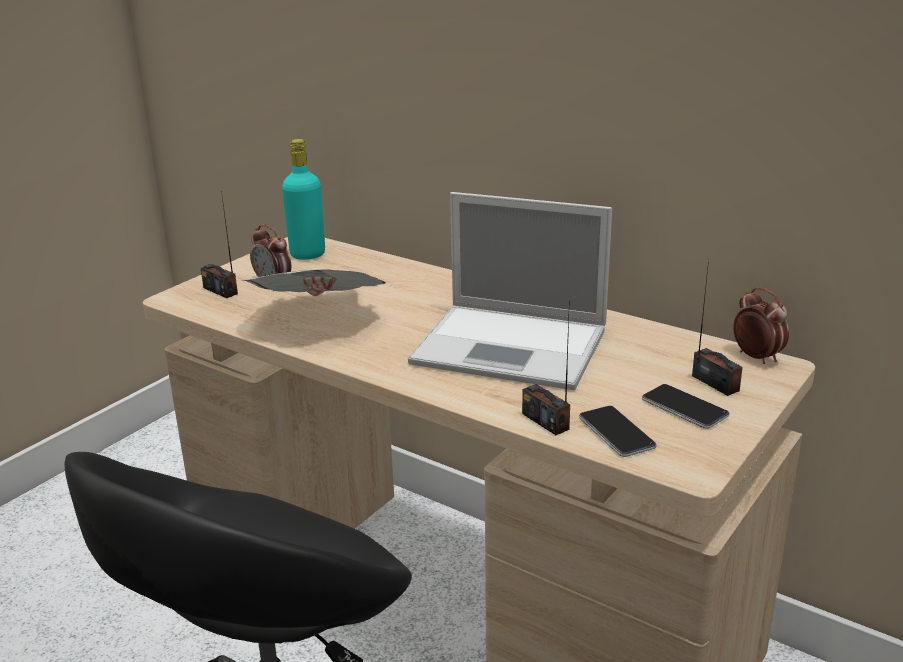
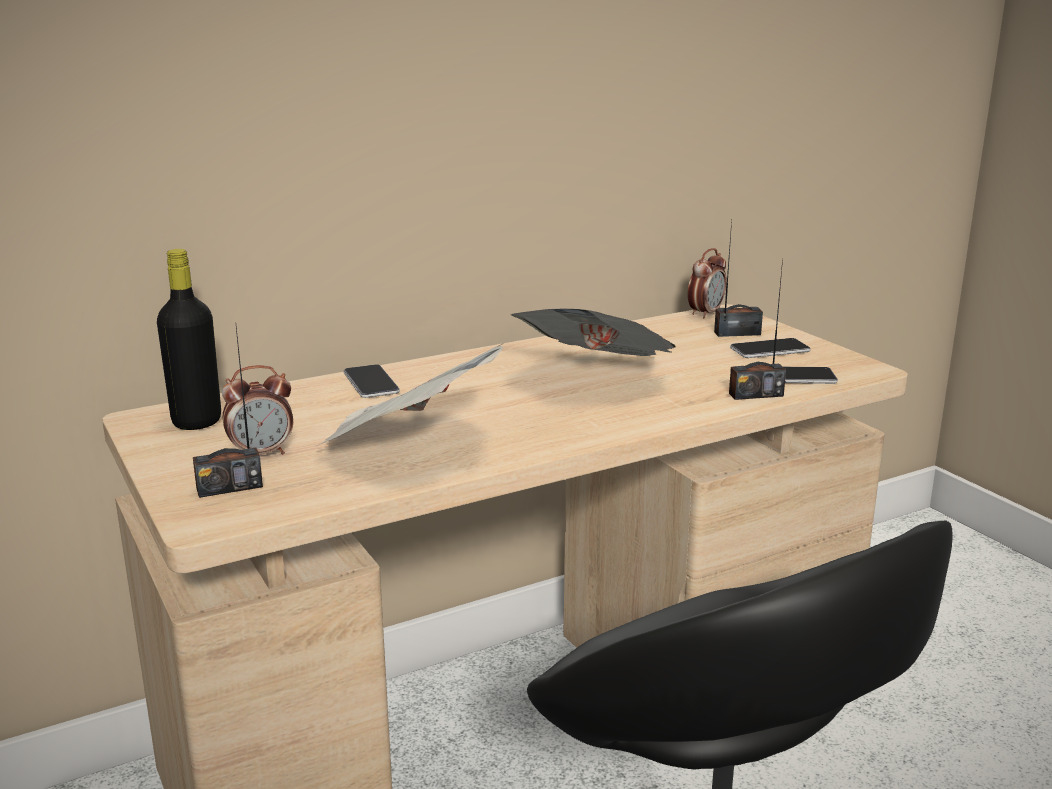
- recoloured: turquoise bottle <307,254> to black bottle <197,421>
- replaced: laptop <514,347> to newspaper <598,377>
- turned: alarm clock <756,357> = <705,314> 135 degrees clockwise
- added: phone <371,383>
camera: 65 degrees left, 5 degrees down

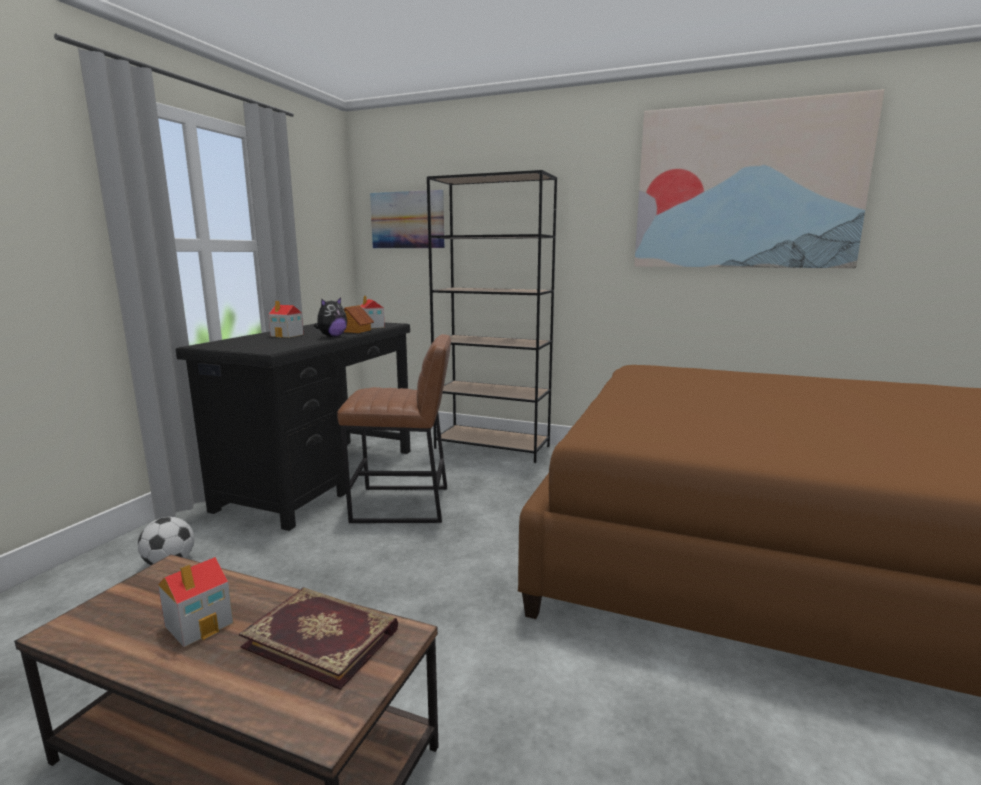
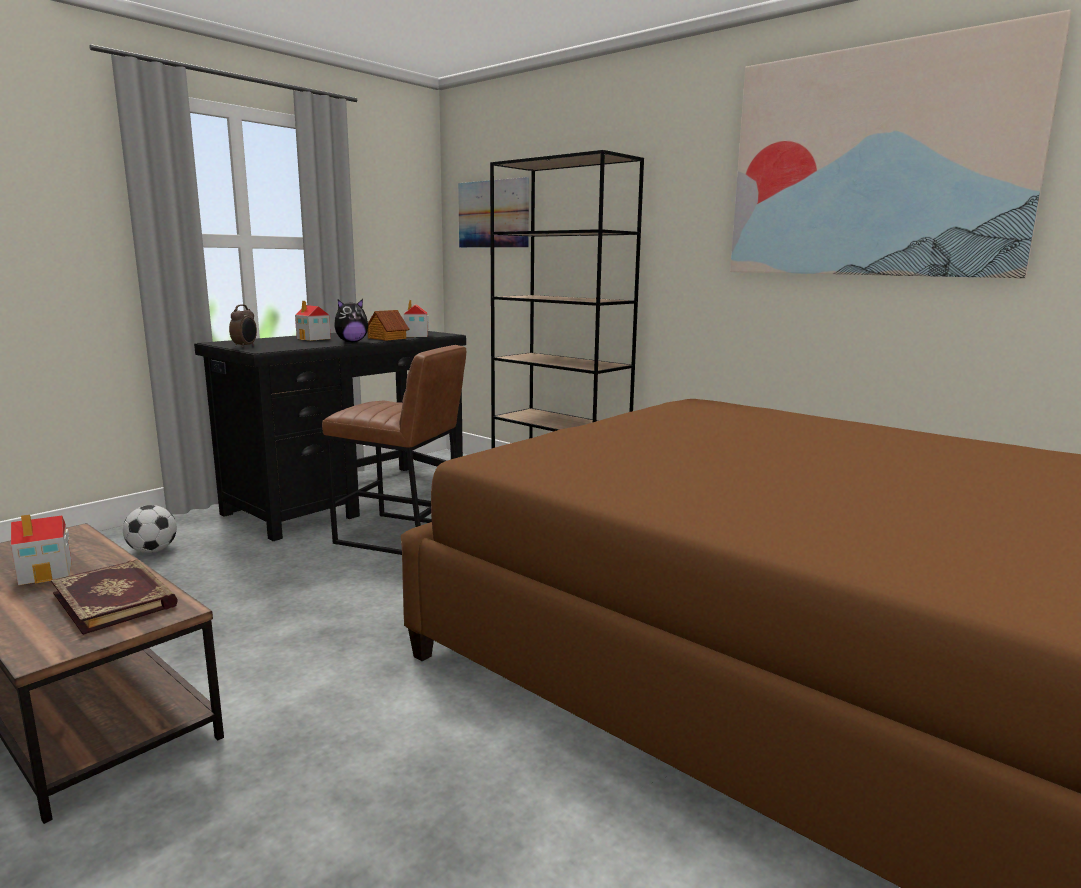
- added: alarm clock <245,346>
camera: 20 degrees right, 0 degrees up

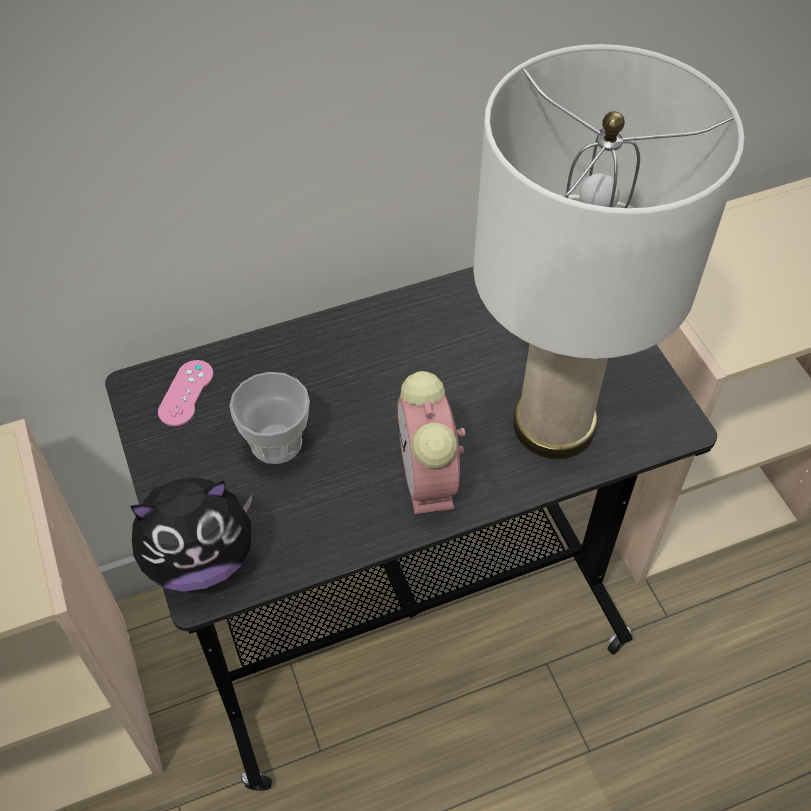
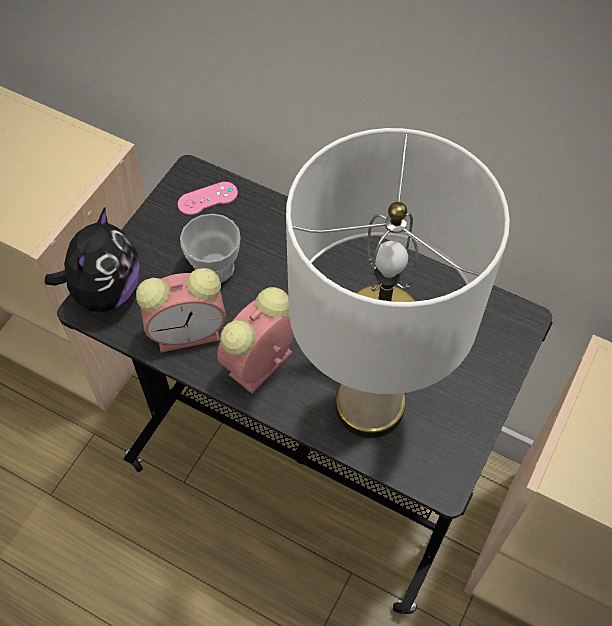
- turned: plush toy <200,559> = <105,291> 105 degrees counterclockwise
- added: alarm clock <190,332>
camera: 50 degrees right, 5 degrees up

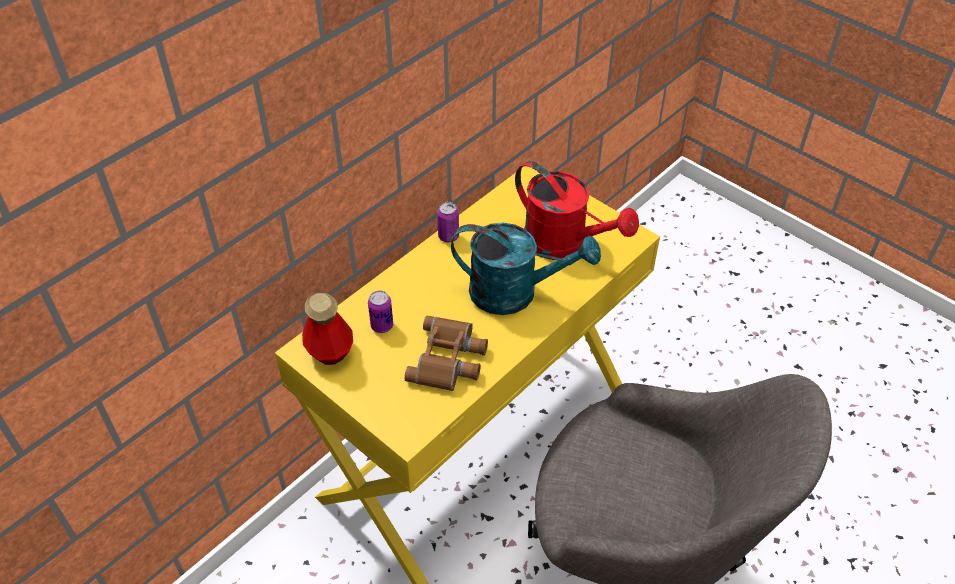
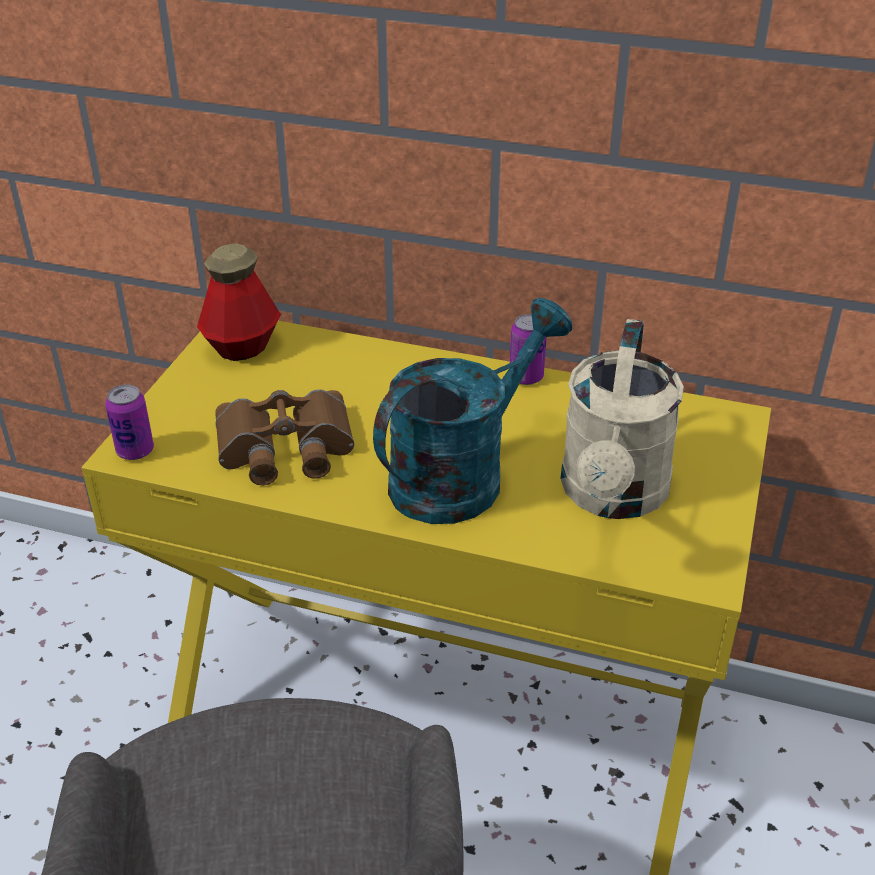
- recoloured: red watering can <565,244> to beige watering can <613,496>
- turned: turquoise watering can <515,293> = <461,474> 120 degrees counterclockwise
- moved: can <382,326> to <135,451>
camera: 65 degrees right, 10 degrees down

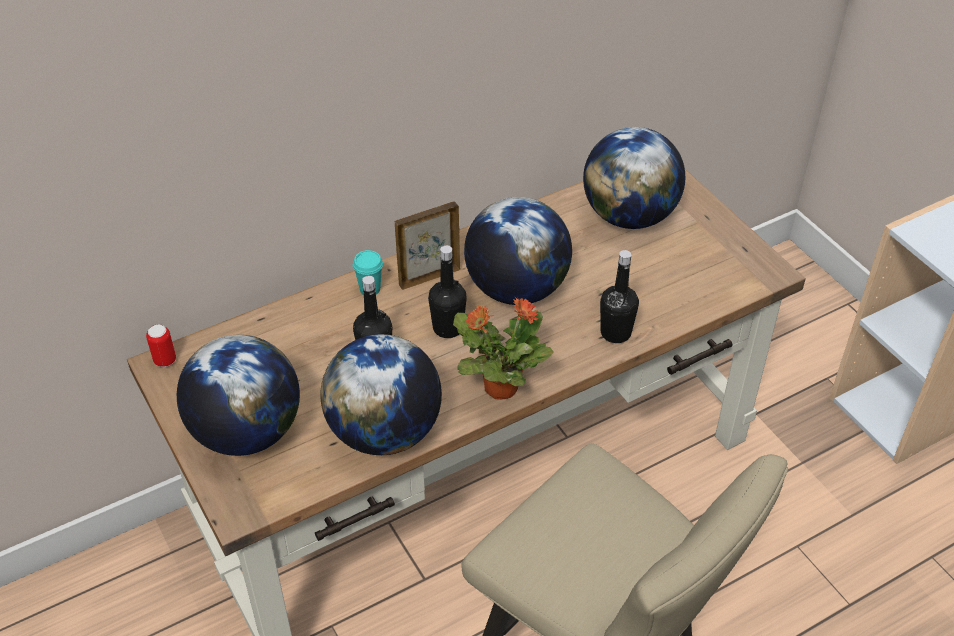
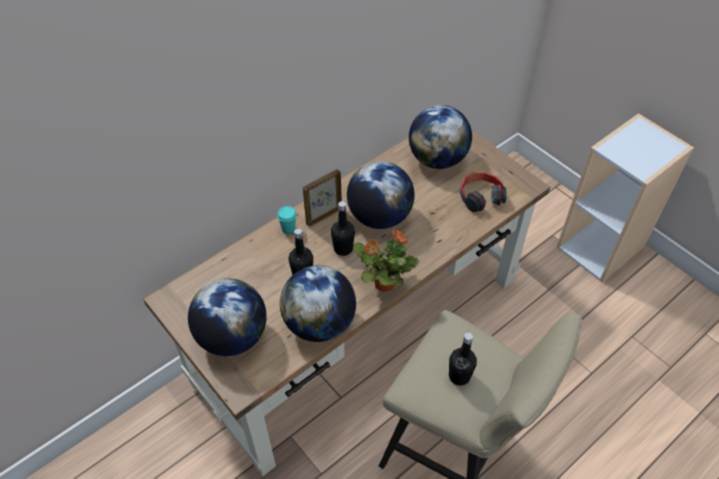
- moved: black bottle <615,333> to <459,376>
- removed: can <165,360>
- added: headphones <480,196>
camera: 10 degrees left, 5 degrees up

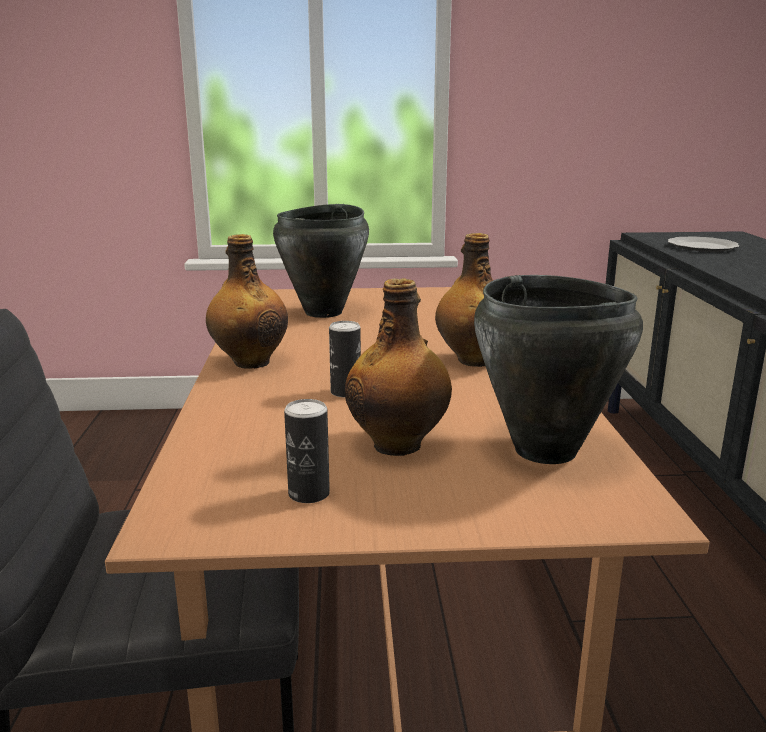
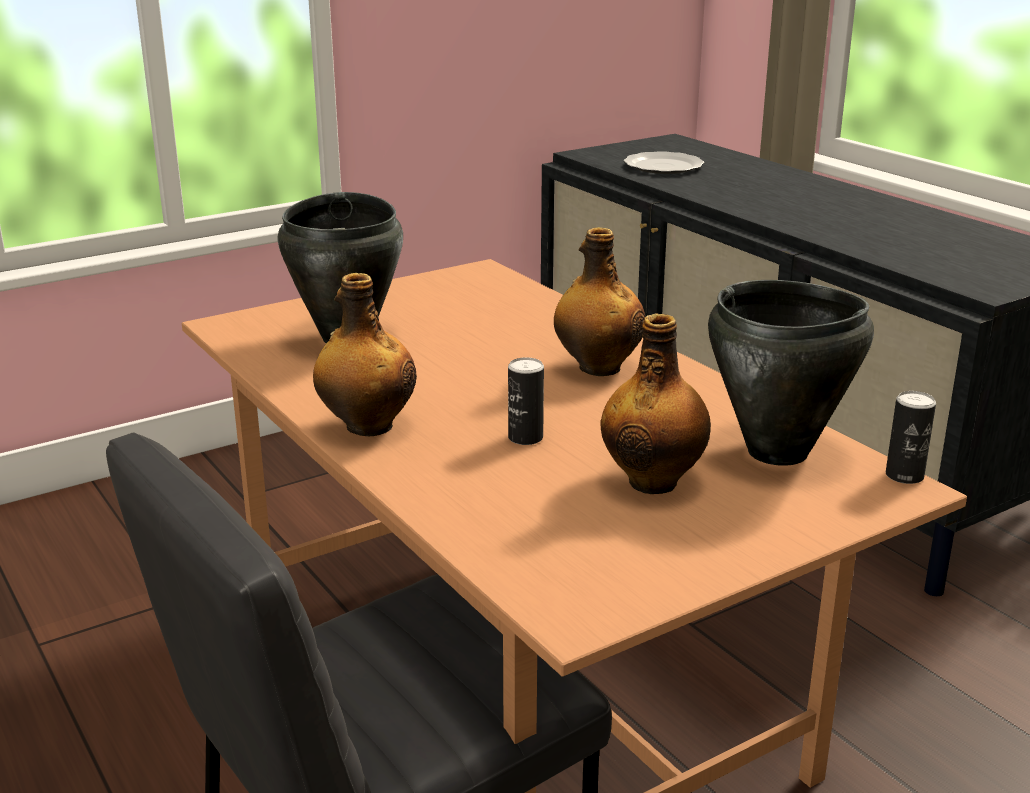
- moved: can <309,494> to <904,475>
camera: 30 degrees left, 5 degrees up

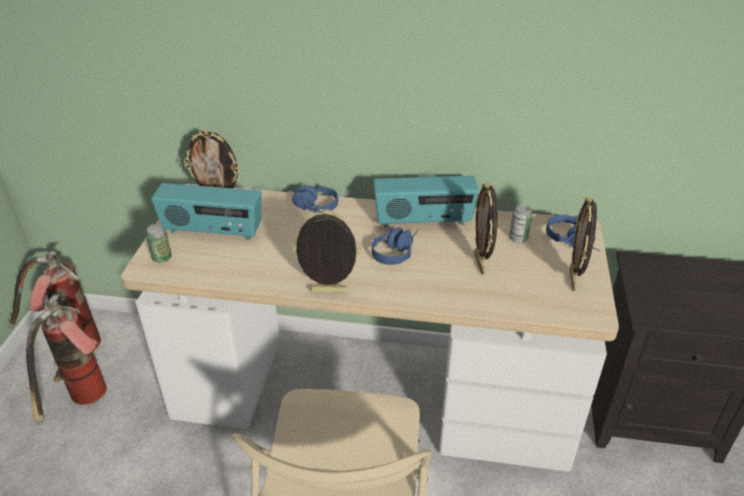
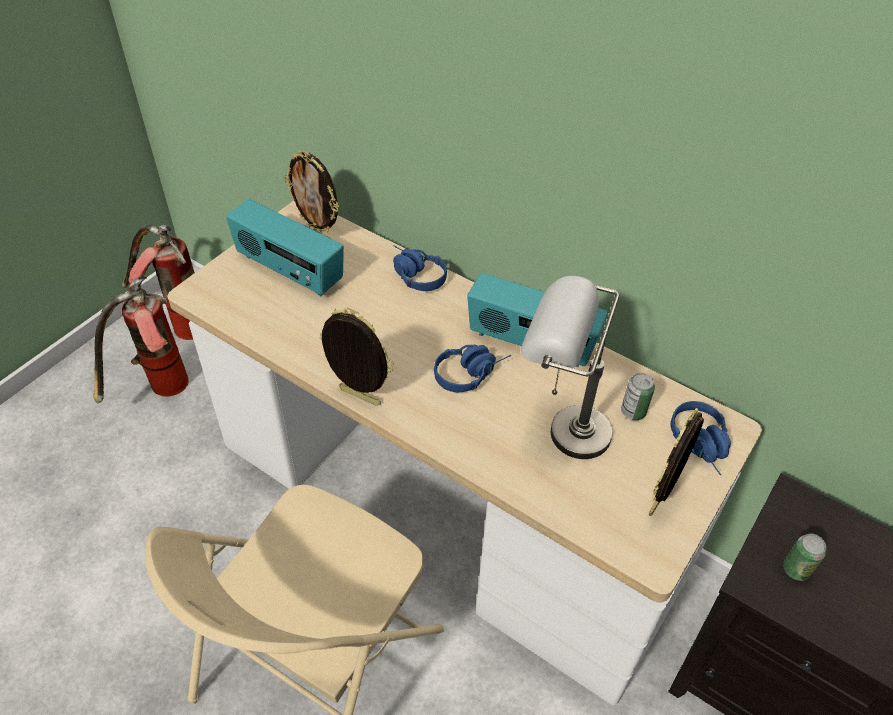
- replaced: picture frame <480,264> to grey table lamp <559,429>
- moved: can <162,258> to <796,569>
camera: 25 degrees right, 10 degrees up

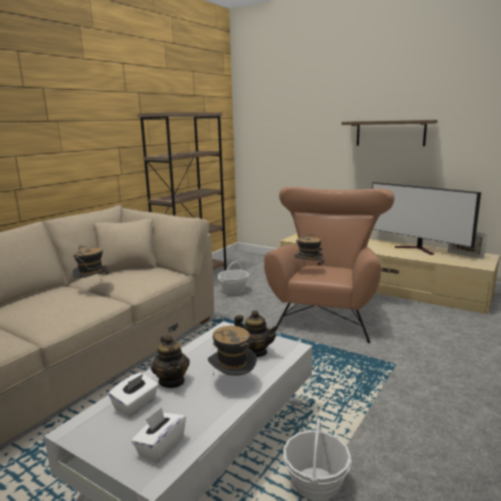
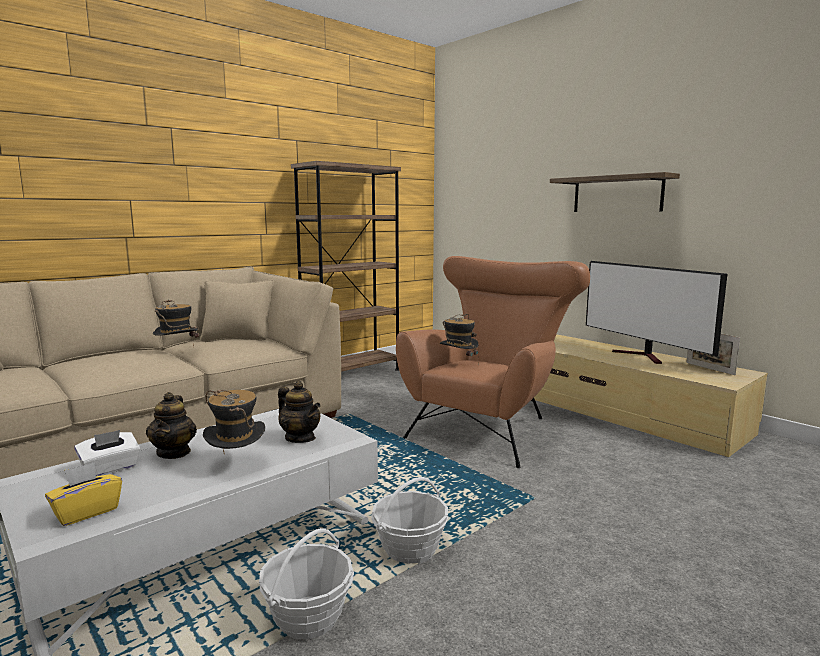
- moved: basket <233,291> to <410,549>
- recoloured: white tissue box <160,447> to yellow tissue box <86,512>
camera: 15 degrees right, 5 degrees down

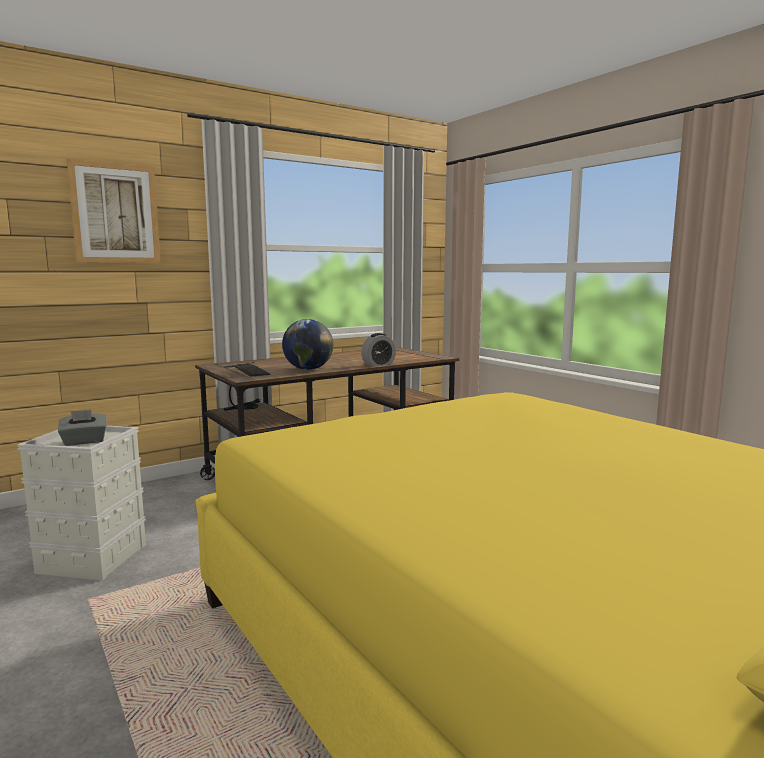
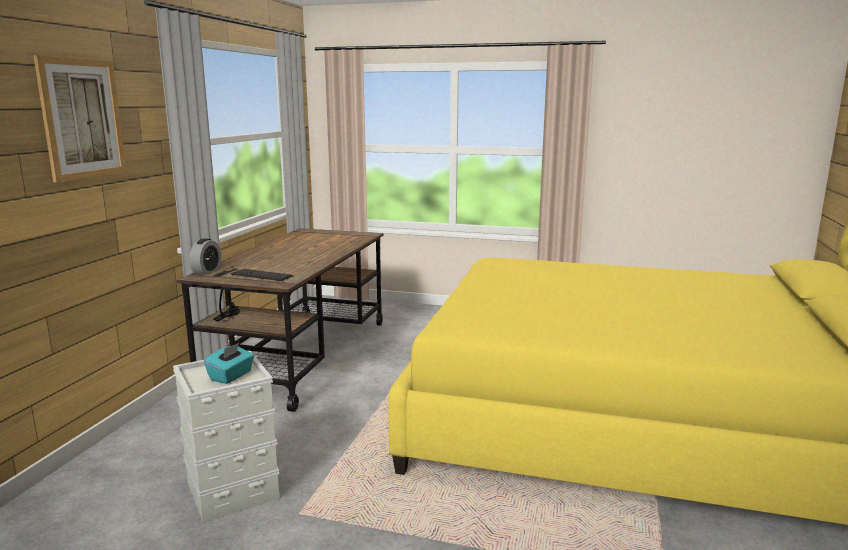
- removed: globe <308,369>
- moved: alarm clock <378,364> to <207,271>
- recoloured: grey tissue box <84,441> to turquoise tissue box <231,376>
camera: 40 degrees left, 5 degrees up

